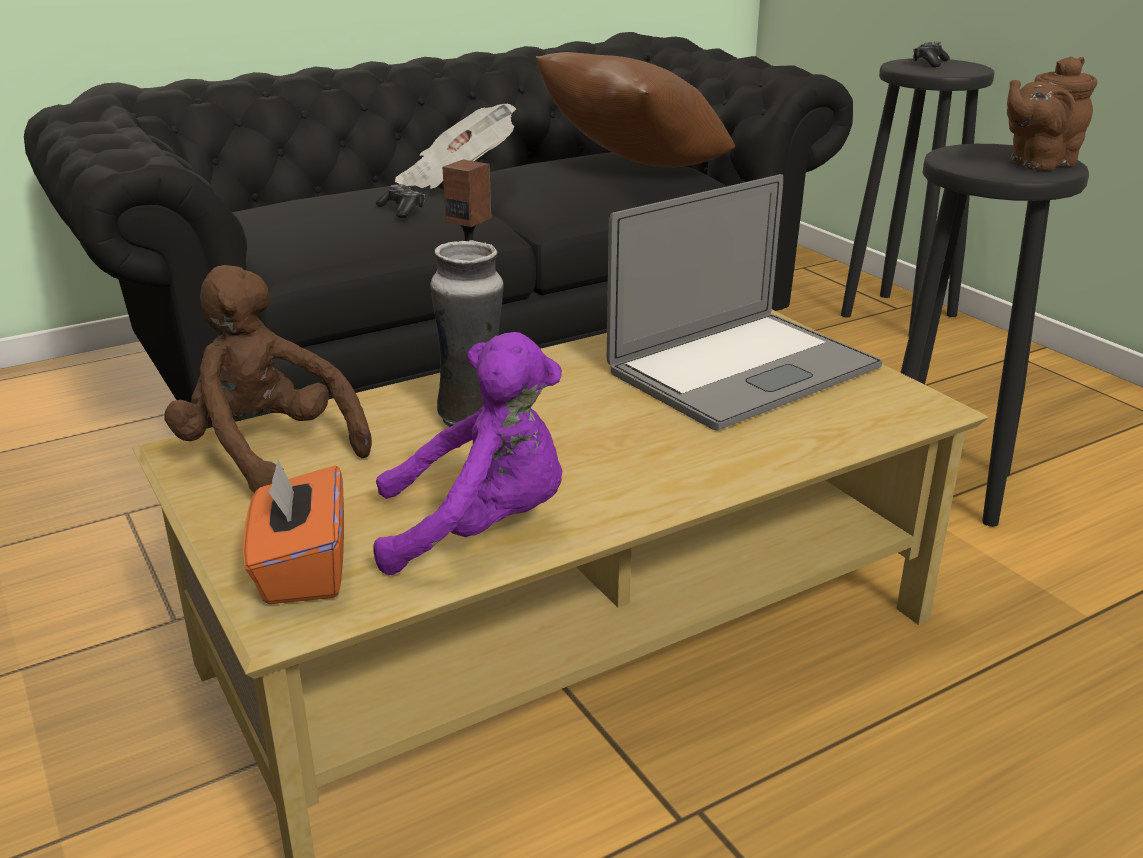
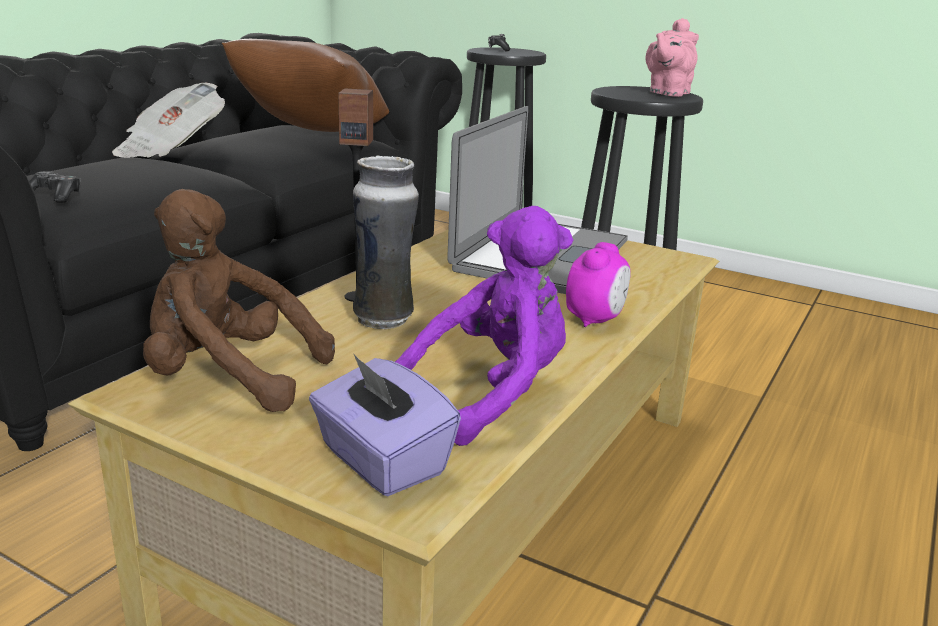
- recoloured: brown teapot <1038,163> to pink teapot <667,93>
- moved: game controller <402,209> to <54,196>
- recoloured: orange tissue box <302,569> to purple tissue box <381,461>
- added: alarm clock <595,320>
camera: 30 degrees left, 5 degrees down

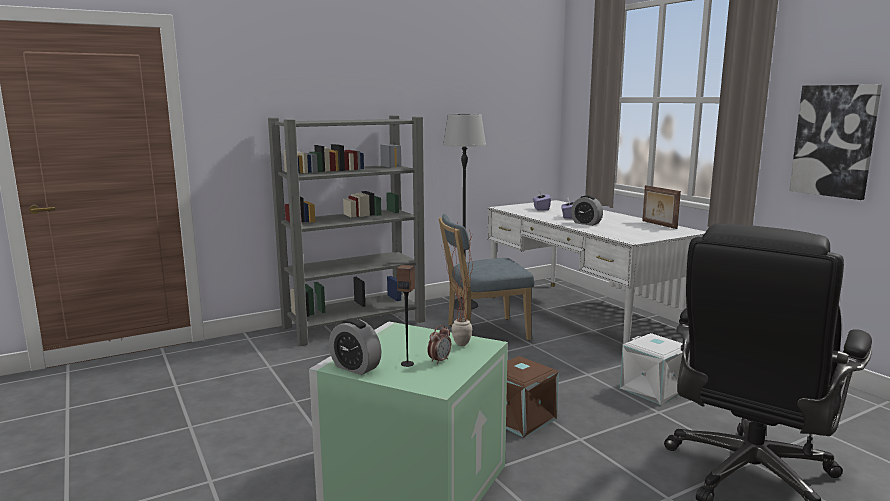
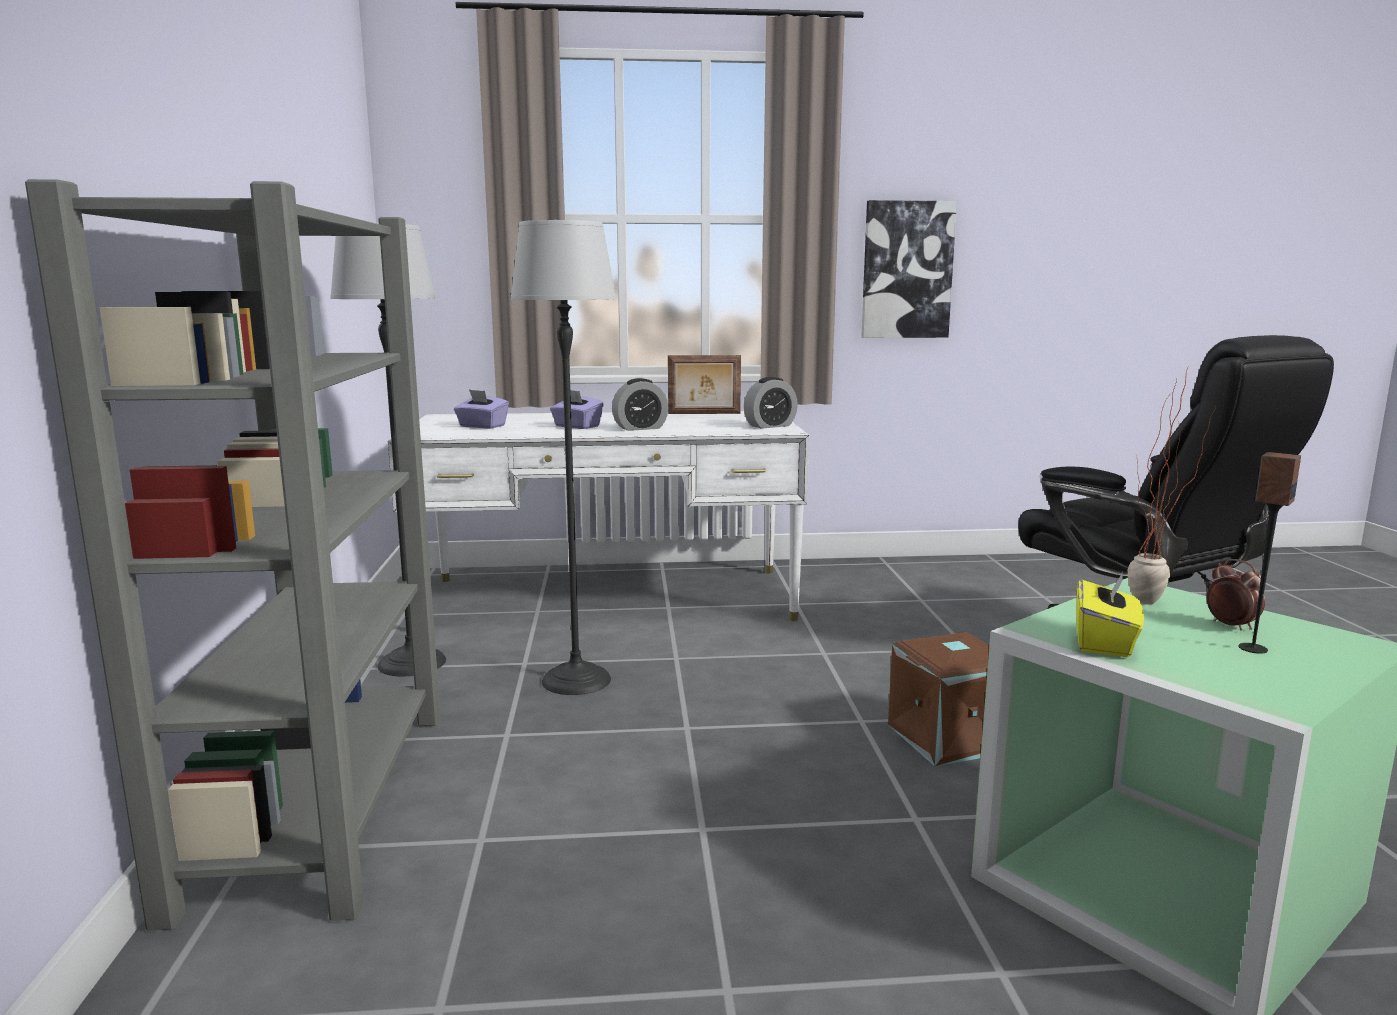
- replaced: blue chair <483,332> to floor lamp <575,680>
- moved: alarm clock <355,367> to <770,426>
- removed: white storage box <652,389>
- added: yellow tissue box <1105,642>
camera: 65 degrees left, 0 degrees up

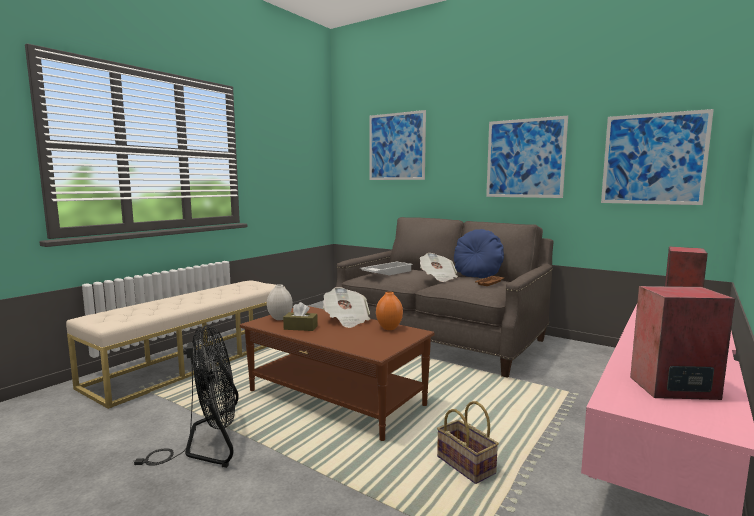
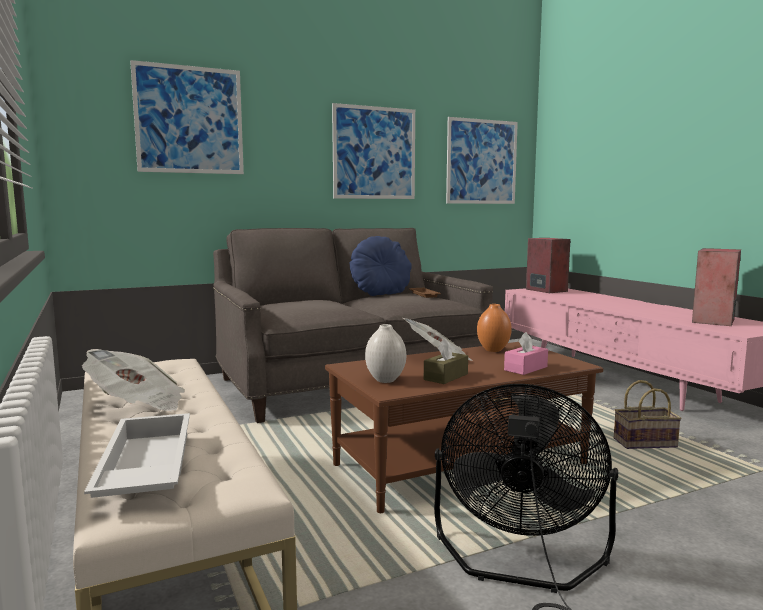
- moved: newspaper <438,277> to <138,404>
- moved: white tray <386,272> to <144,469>
- added: pink tissue box <525,368>
camera: 60 degrees left, 0 degrees up

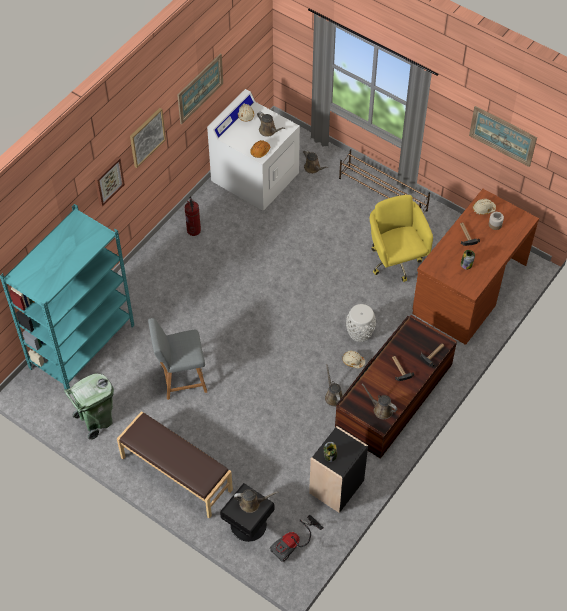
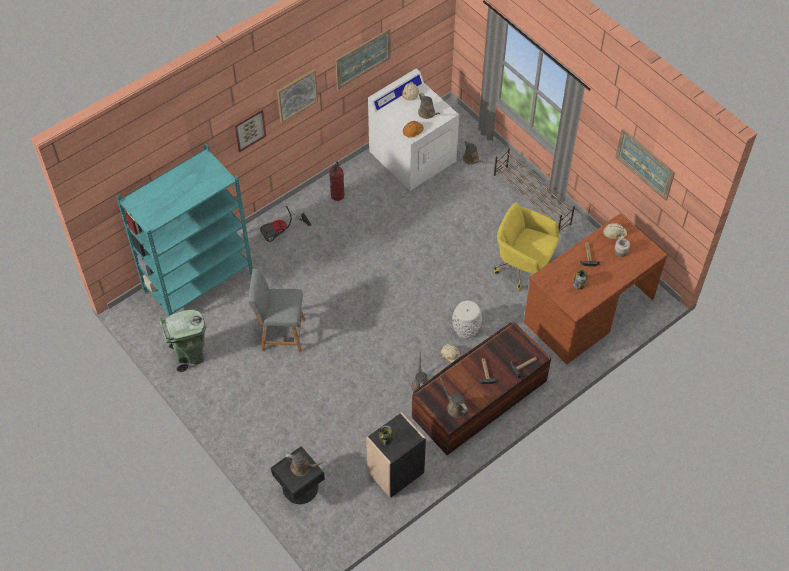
- turned: yellow office chair <396,263> = <523,269> 60 degrees counterclockwise
- removed: brown bench <176,474>
- moved: vacuum cleaner <294,544> to <282,231>
camera: 15 degrees right, 0 degrees up

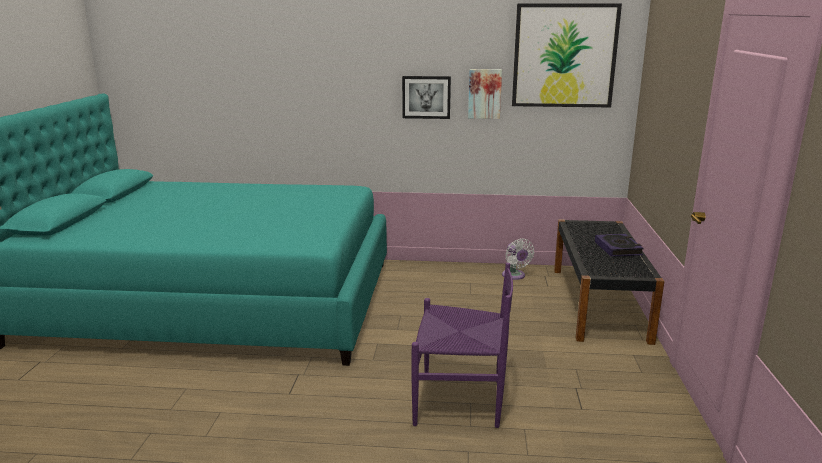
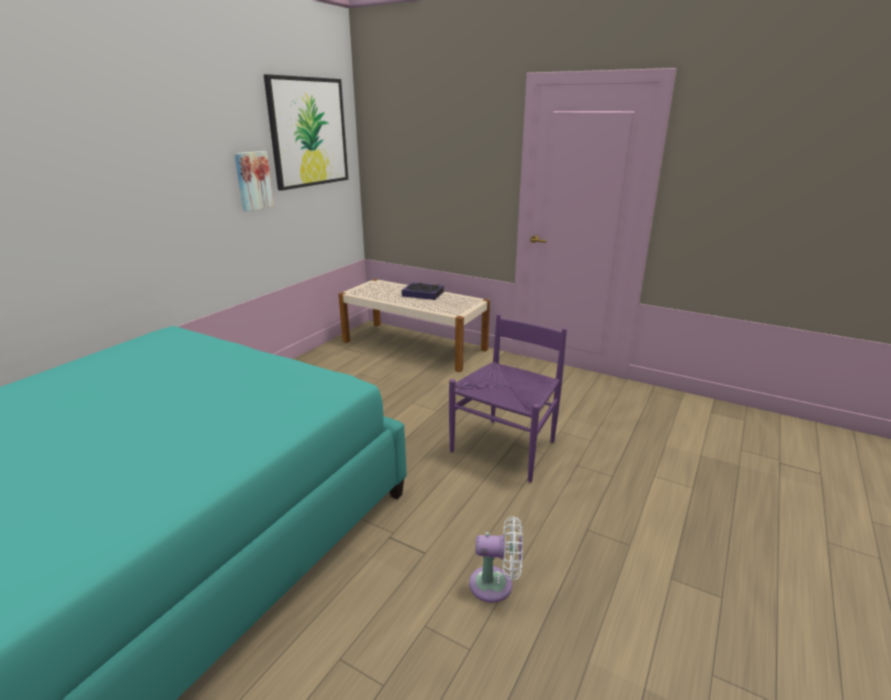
- removed: picture <426,97>
- recoloured: black bench <599,303> to beige bench <414,345>
- moved: white fan <514,276> to <496,585>
camera: 65 degrees left, 5 degrees up

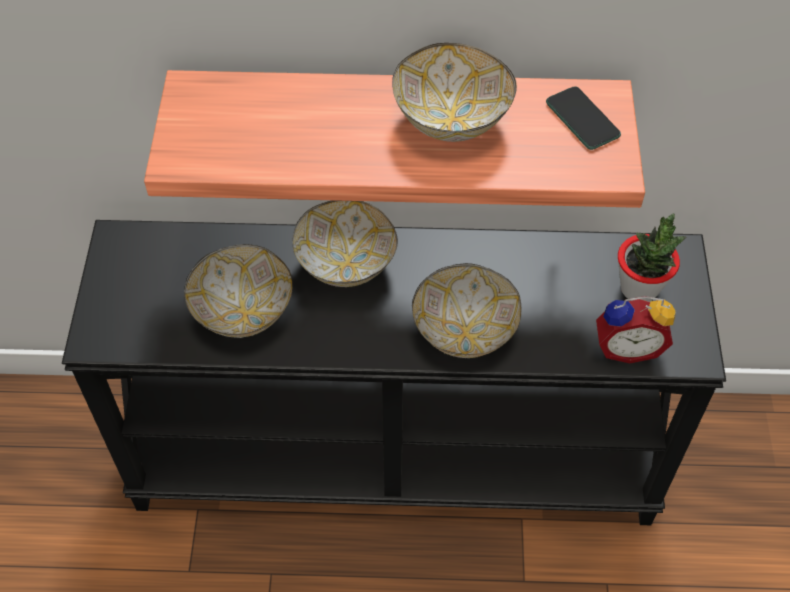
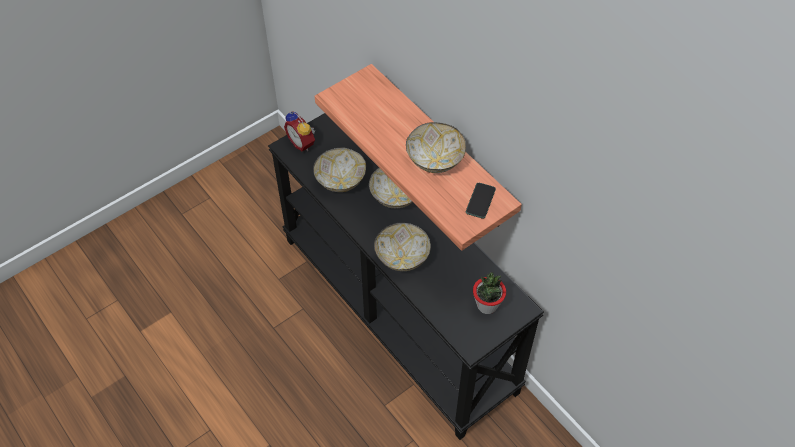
- moved: alarm clock <627,346> to <303,143>
camera: 50 degrees right, 0 degrees up

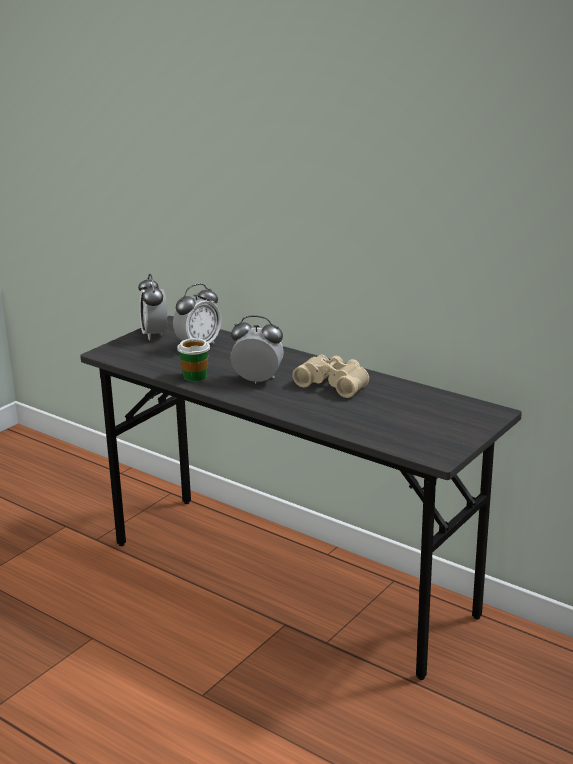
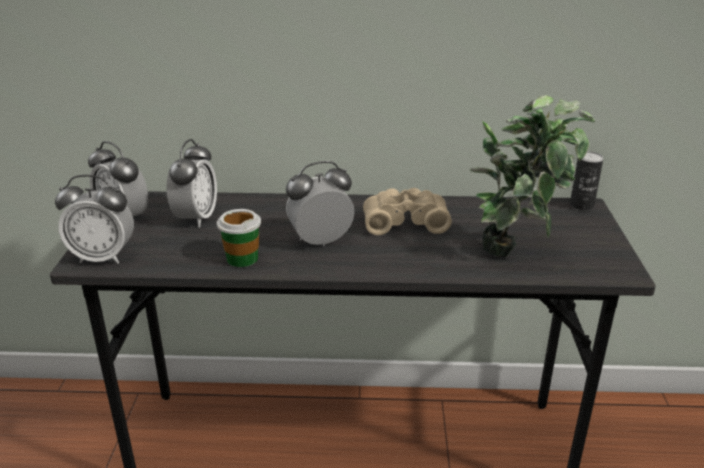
- added: potted plant <518,251>
- added: can <581,205>
- added: alarm clock <103,257>
camera: 35 degrees left, 5 degrees up

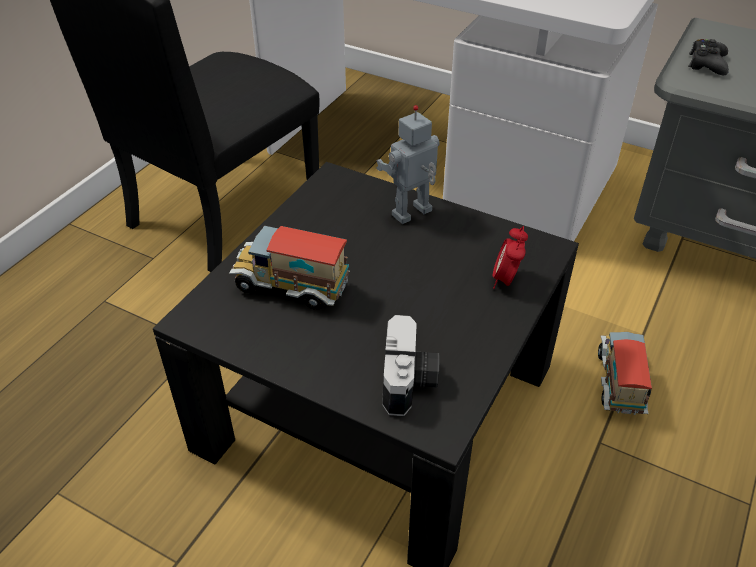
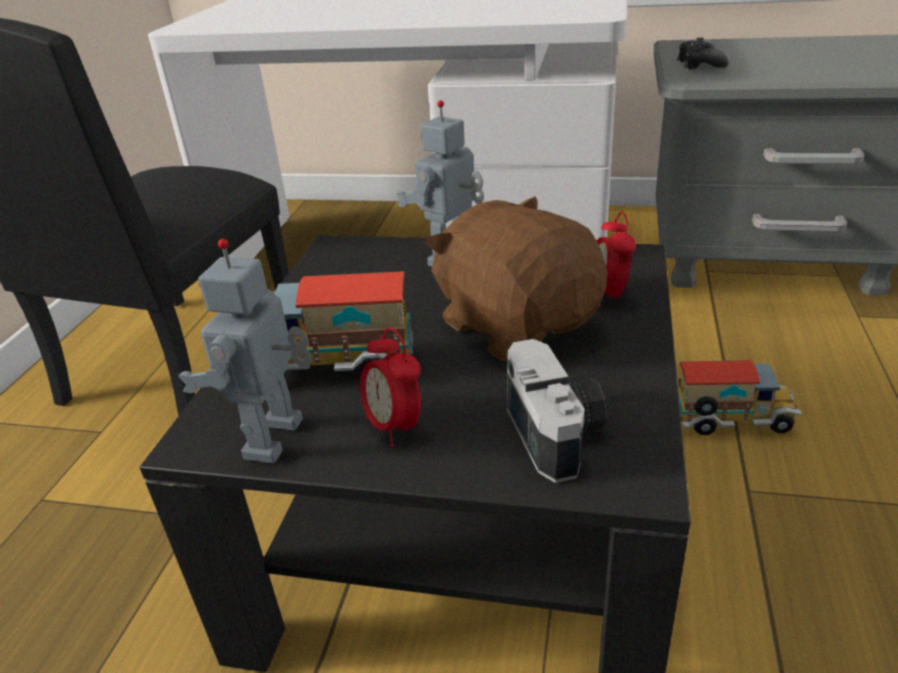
- turned: toy truck <619,384> = <731,422> 105 degrees clockwise
- added: brown plush toy <517,324>
- added: toy robot <278,440>
- added: alarm clock <395,426>
camera: 15 degrees left, 10 degrees down

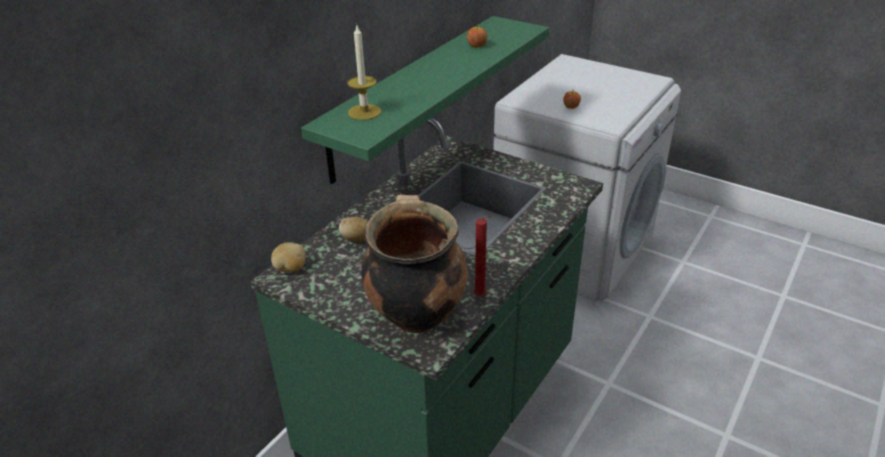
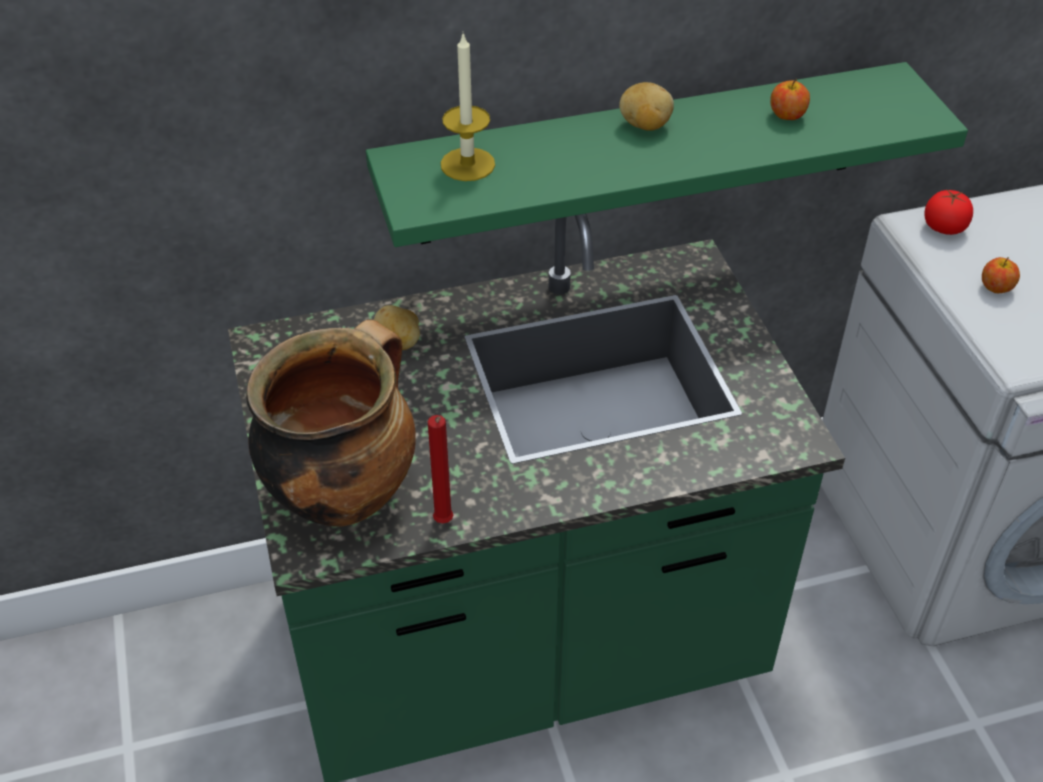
- moved: potato <290,269> to <644,125>
- added: tomato <944,228>
camera: 40 degrees right, 10 degrees up

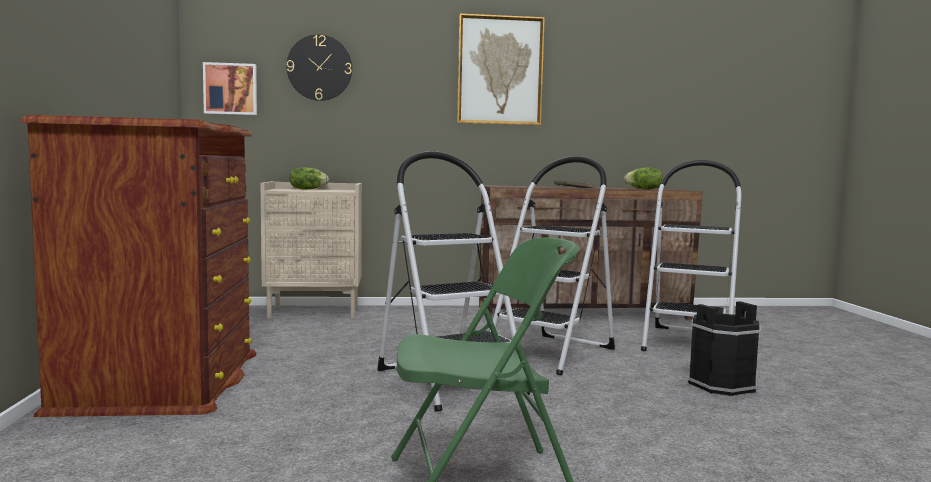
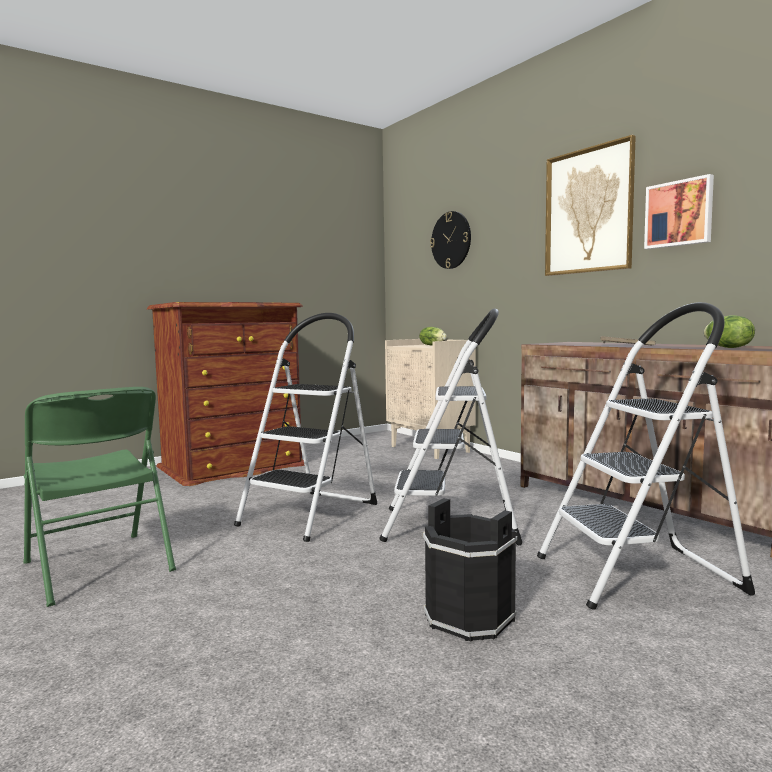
- moved: picture <230,89> to <679,214>
camera: 60 degrees right, 0 degrees up

